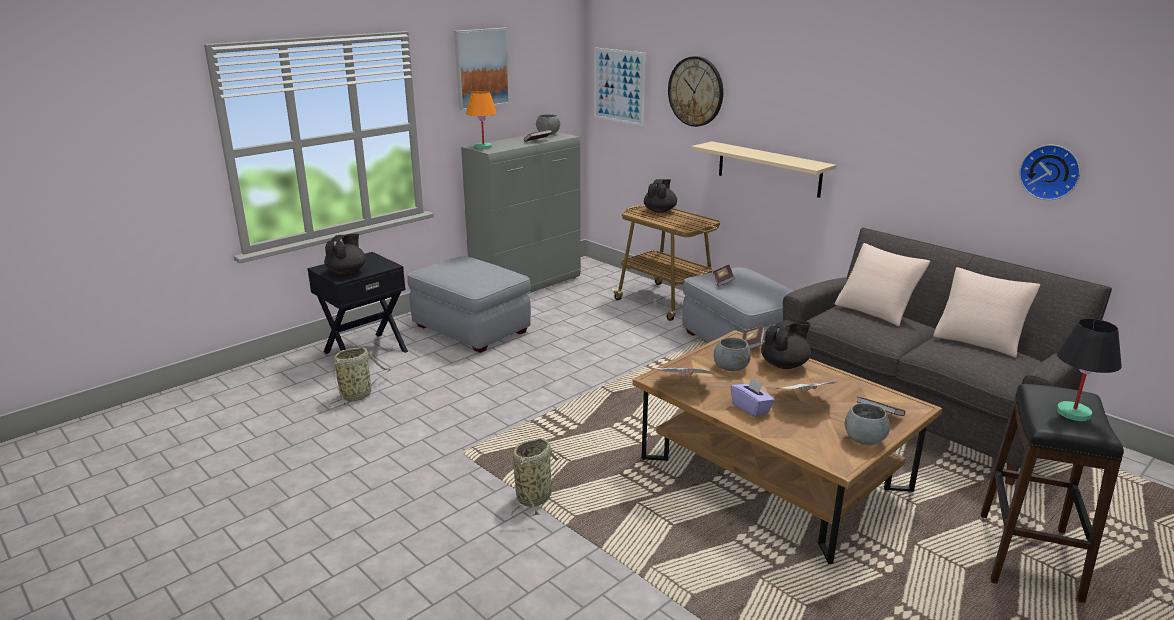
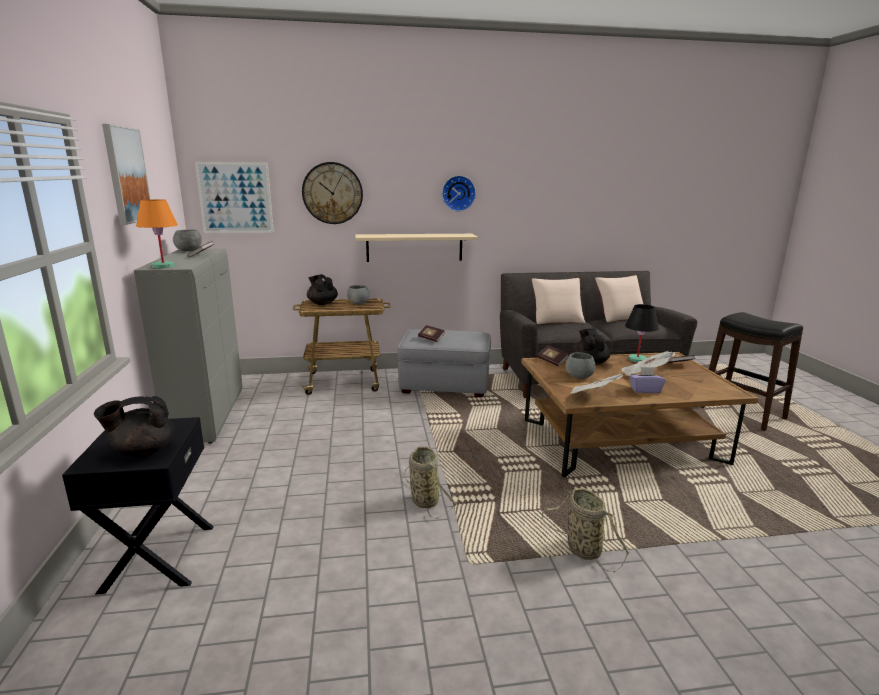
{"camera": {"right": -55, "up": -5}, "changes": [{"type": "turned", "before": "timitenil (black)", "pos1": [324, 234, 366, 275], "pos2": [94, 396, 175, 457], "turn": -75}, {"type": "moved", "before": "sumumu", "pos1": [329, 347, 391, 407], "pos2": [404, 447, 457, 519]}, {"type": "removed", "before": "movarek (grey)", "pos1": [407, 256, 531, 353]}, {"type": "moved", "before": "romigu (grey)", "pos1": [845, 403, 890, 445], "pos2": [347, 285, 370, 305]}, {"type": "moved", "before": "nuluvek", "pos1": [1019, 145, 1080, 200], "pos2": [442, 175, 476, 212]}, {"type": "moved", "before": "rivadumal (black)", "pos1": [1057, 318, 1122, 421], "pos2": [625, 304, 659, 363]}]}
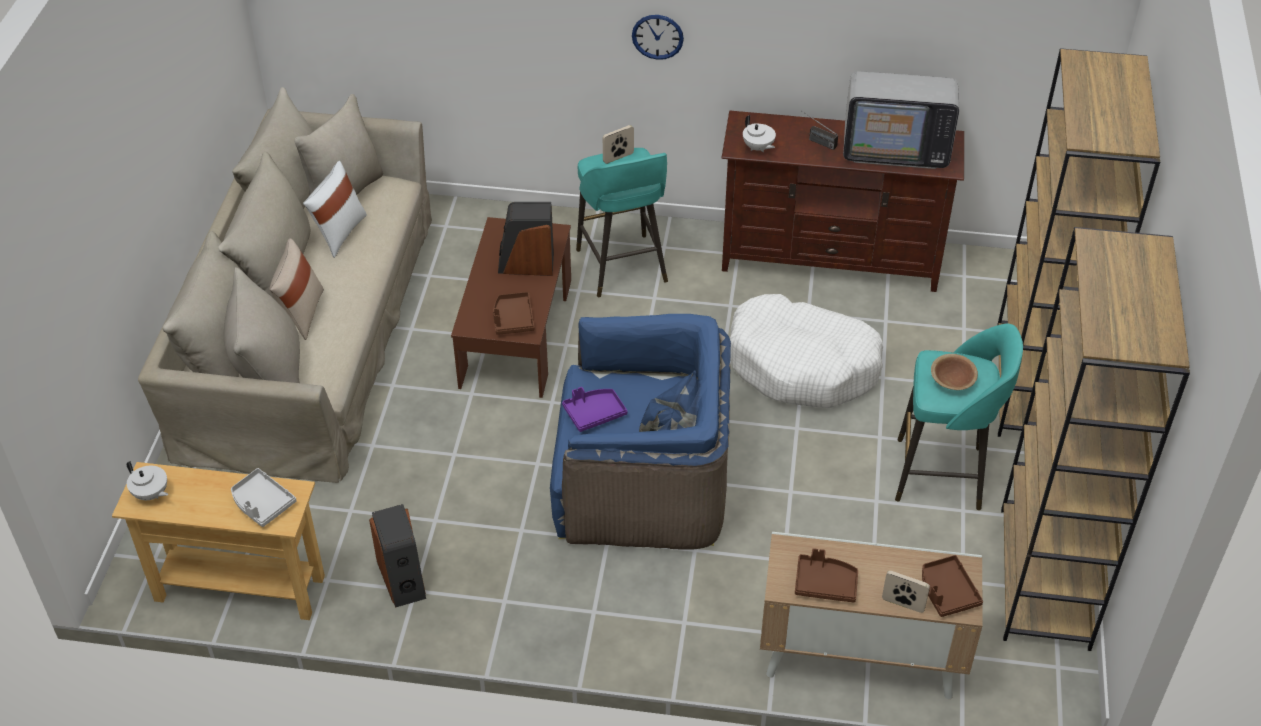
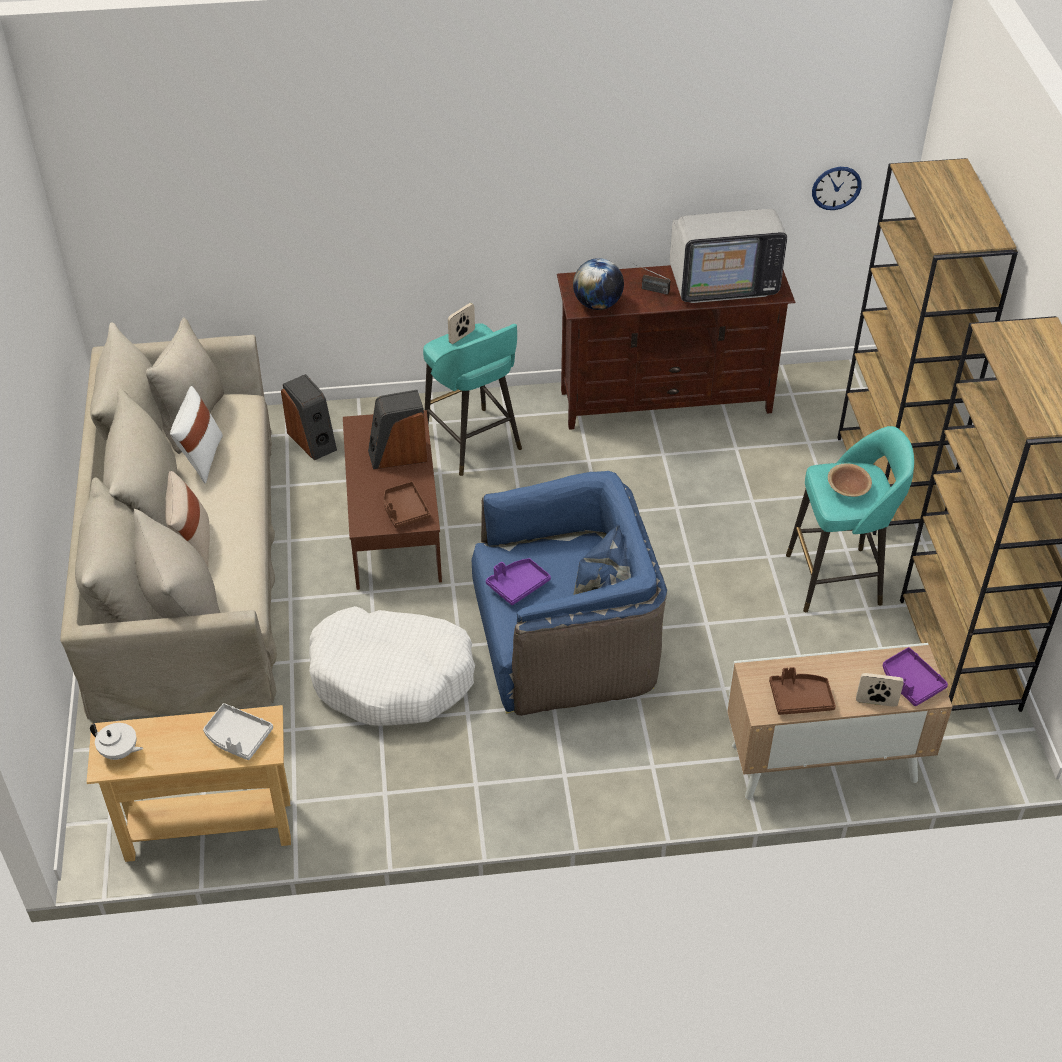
{"camera": {"right": -15, "up": 0}, "changes": [{"type": "moved", "before": "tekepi", "pos1": [369, 504, 426, 608], "pos2": [281, 374, 337, 461]}, {"type": "moved", "before": "nuluvek", "pos1": [632, 15, 684, 60], "pos2": [812, 167, 862, 210]}, {"type": "moved", "before": "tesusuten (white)", "pos1": [730, 294, 883, 408], "pos2": [309, 606, 475, 726]}, {"type": "replaced", "before": "timitenil (white)", "after": "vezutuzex", "pos1": [743, 115, 776, 152], "pos2": [573, 258, 624, 310]}, {"type": "recoloured", "before": "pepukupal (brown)", "after": "pepukupal (purple)", "pos1": [922, 555, 983, 617], "pos2": [883, 647, 948, 706]}]}
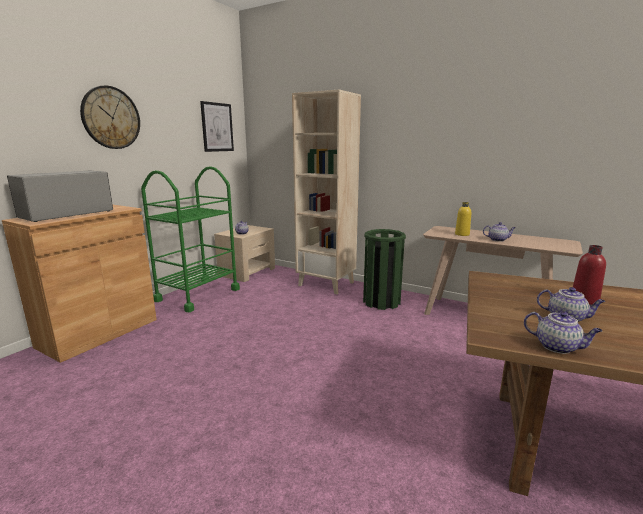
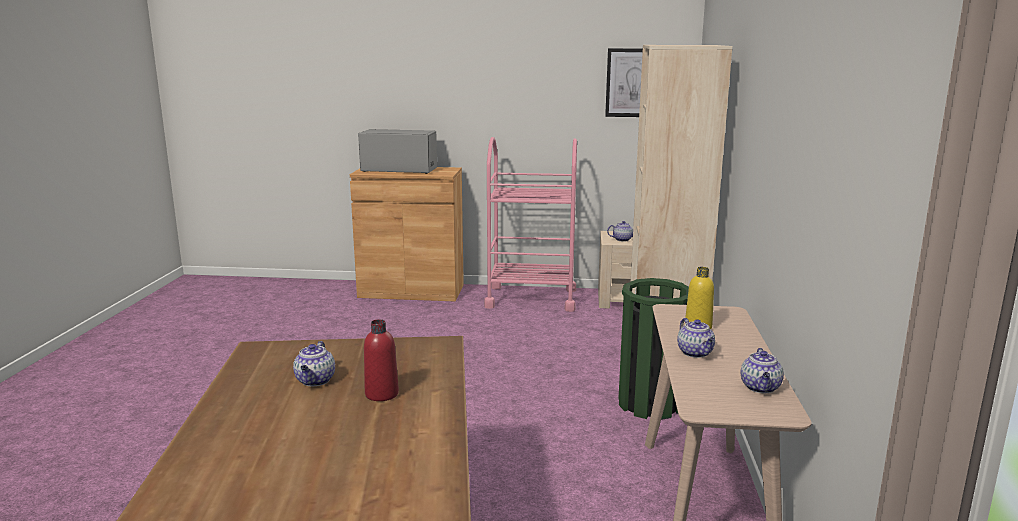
{"camera": {"right": 65, "up": 0}, "changes": [{"type": "removed", "before": "nuluvek", "pos1": [80, 86, 140, 149]}, {"type": "recoloured", "before": "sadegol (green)", "after": "sadegol (pink)", "pos1": [141, 166, 240, 312], "pos2": [484, 137, 577, 312]}, {"type": "moved", "before": "timitenil", "pos1": [524, 311, 602, 354], "pos2": [741, 348, 784, 393]}]}
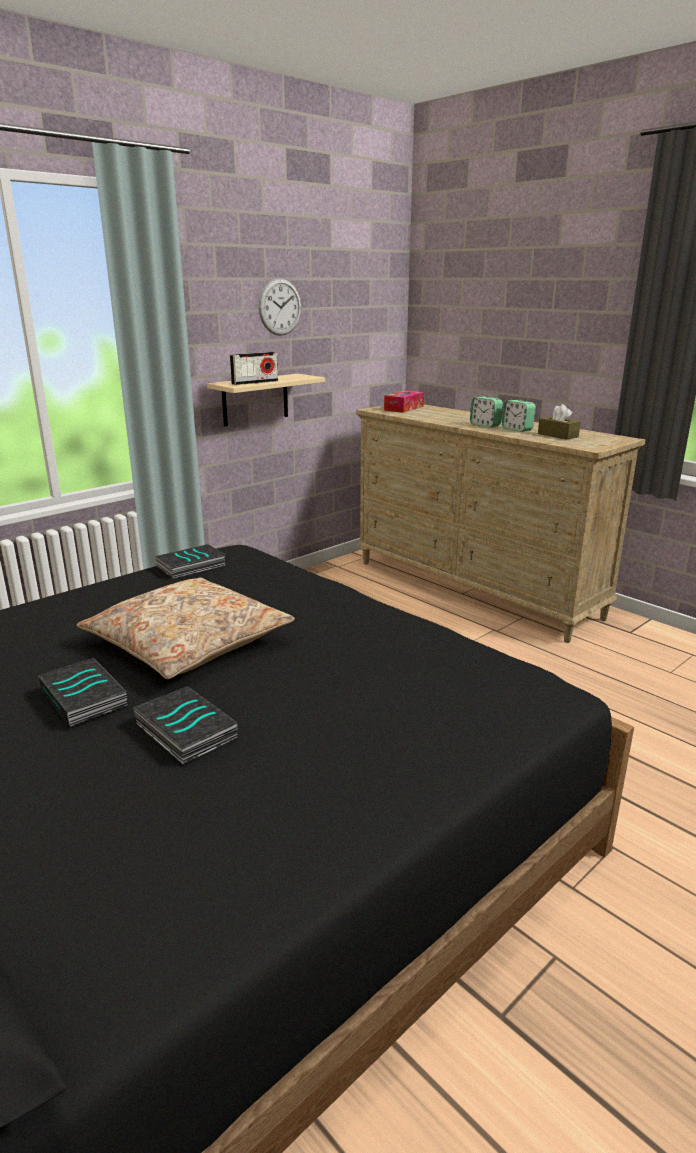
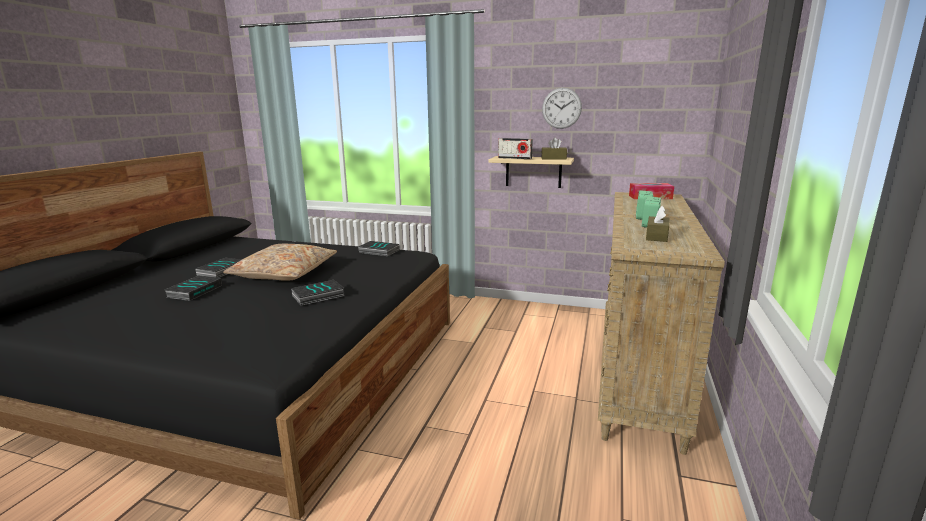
{"camera": {"right": 60, "up": -5}, "changes": [{"type": "added", "after": "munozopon", "pos2": [291, 280, 344, 306]}, {"type": "added", "after": "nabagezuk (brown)", "pos2": [541, 138, 567, 159]}]}
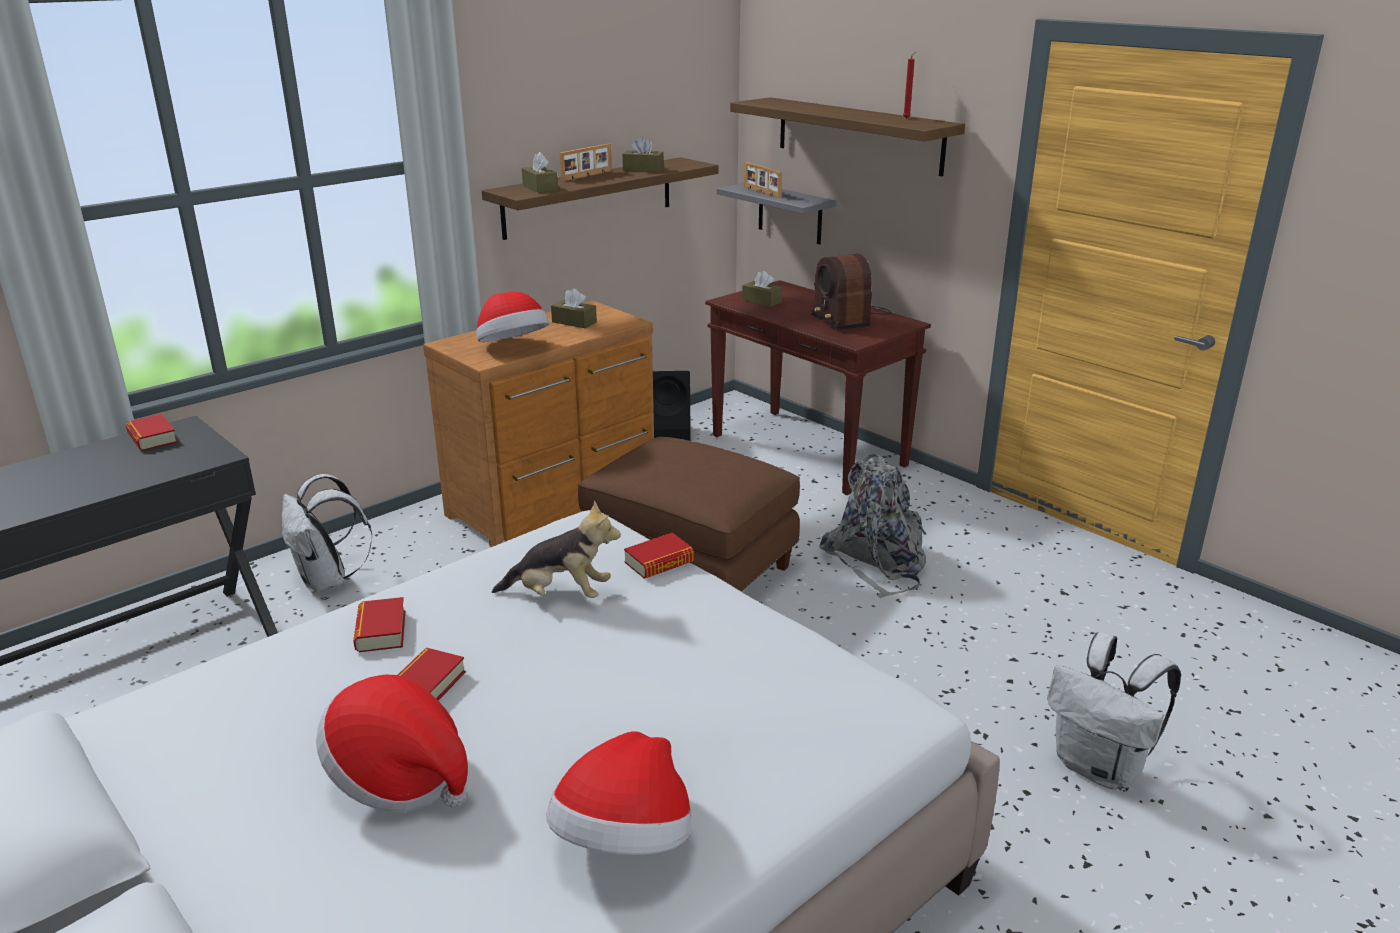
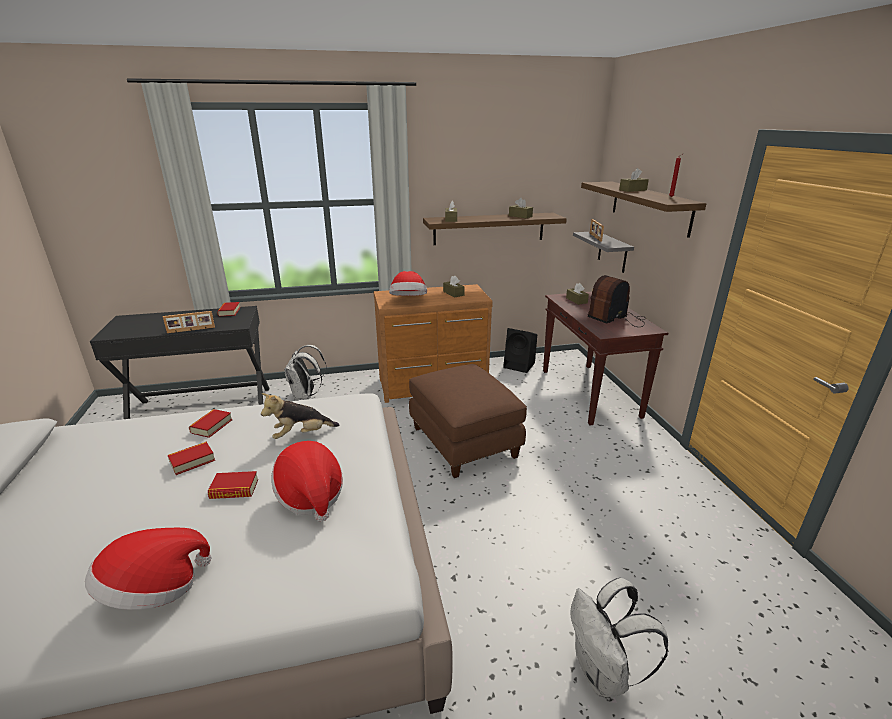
{"camera": {"right": 30, "up": 0}, "changes": [{"type": "moved", "before": "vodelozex", "pos1": [316, 674, 468, 812], "pos2": [271, 441, 343, 522]}, {"type": "turned", "before": "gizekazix", "pos1": [492, 500, 621, 598], "pos2": [261, 393, 340, 439], "turn": 120}, {"type": "moved", "before": "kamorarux", "pos1": [560, 144, 612, 181], "pos2": [163, 311, 215, 333]}, {"type": "moved", "before": "munozopon", "pos1": [624, 533, 695, 579], "pos2": [208, 471, 258, 499]}, {"type": "turned", "before": "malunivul", "pos1": [811, 254, 891, 330], "pos2": [587, 275, 646, 327], "turn": 45}, {"type": "removed", "before": "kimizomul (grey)", "pos1": [819, 454, 927, 598]}, {"type": "added", "after": "nabagezuk (brown)", "pos2": [619, 168, 649, 192]}]}
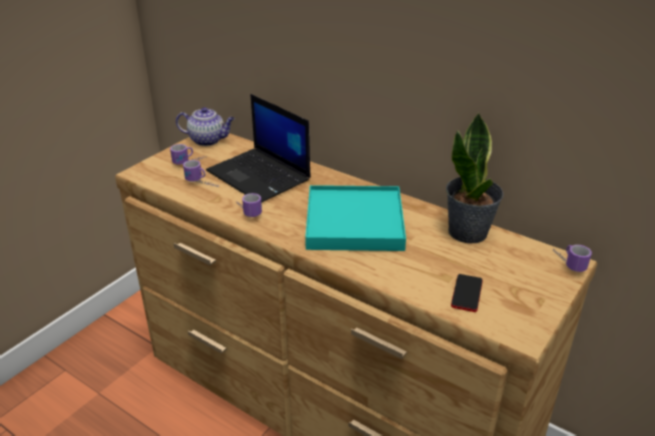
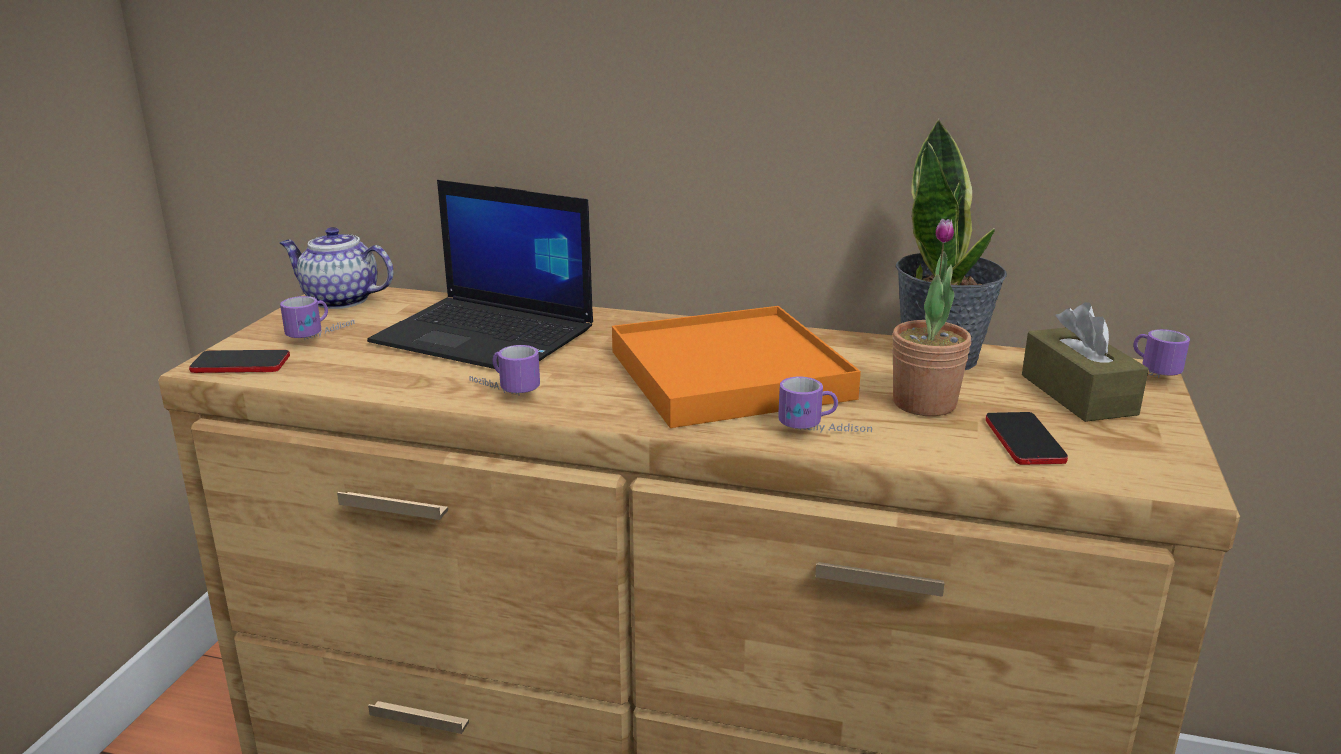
{"camera": {"right": -20, "up": -10}, "changes": [{"type": "turned", "before": "timitenil", "pos1": [176, 107, 235, 146], "pos2": [279, 227, 393, 309], "turn": -150}, {"type": "moved", "before": "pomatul", "pos1": [183, 160, 219, 187], "pos2": [778, 376, 872, 432]}, {"type": "recoloured", "before": "pepukupal (turquoise)", "after": "pepukupal (orange)", "pos1": [305, 185, 406, 251], "pos2": [612, 306, 861, 428]}, {"type": "added", "after": "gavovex", "pos2": [189, 350, 290, 373]}, {"type": "added", "after": "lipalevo", "pos2": [892, 219, 971, 416]}, {"type": "added", "after": "nabagezuk (brown)", "pos2": [1022, 302, 1149, 422]}]}
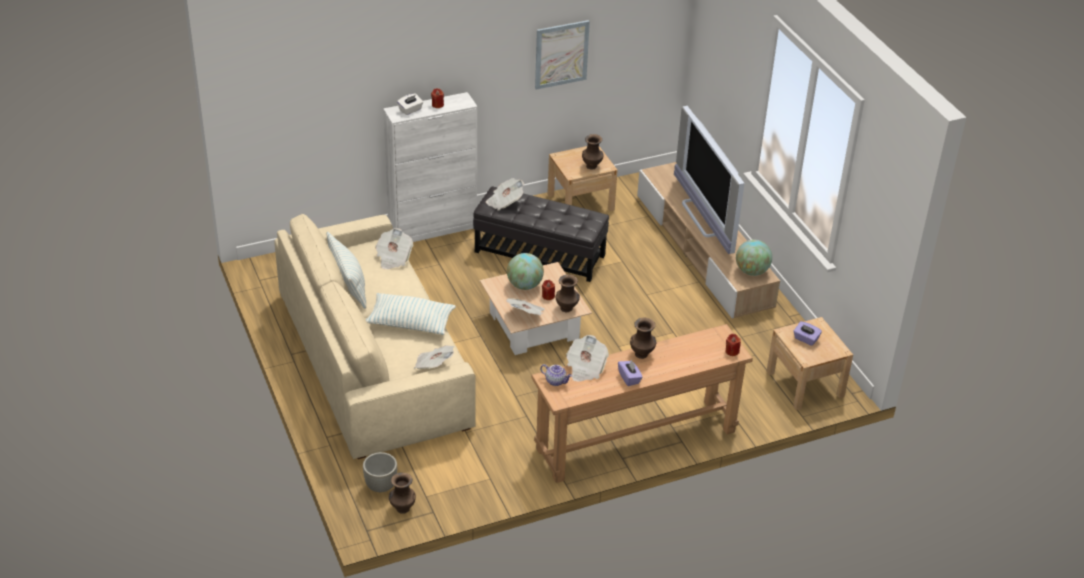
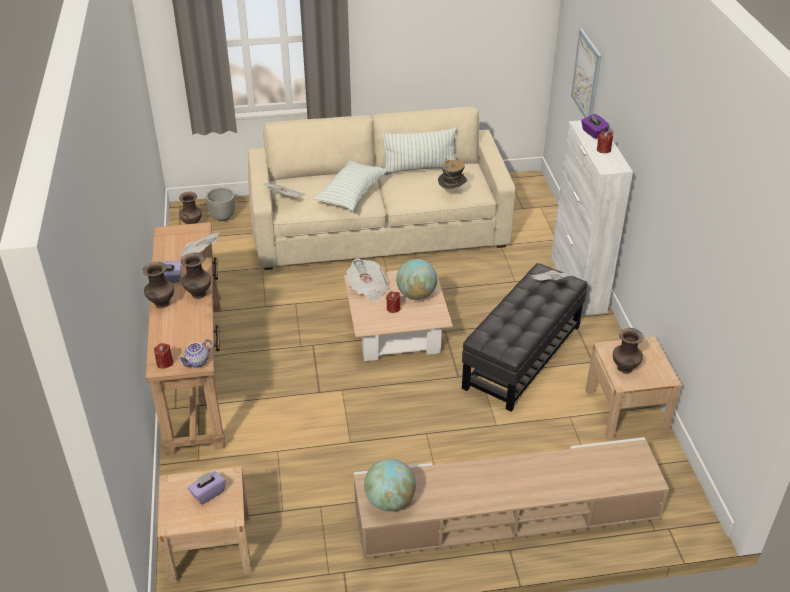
{"camera": {"right": 105, "up": 0}, "changes": [{"type": "replaced", "before": "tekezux", "after": "vodelozex", "pos1": [375, 228, 413, 269], "pos2": [438, 159, 467, 189]}, {"type": "recoloured", "before": "nabagezuk (white)", "after": "nabagezuk (purple)", "pos1": [397, 94, 423, 115], "pos2": [581, 114, 609, 139]}, {"type": "moved", "before": "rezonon", "pos1": [535, 20, 590, 90], "pos2": [571, 29, 601, 118]}, {"type": "moved", "before": "timitenil", "pos1": [540, 364, 572, 386], "pos2": [178, 339, 212, 368]}, {"type": "moved", "before": "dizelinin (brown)", "pos1": [556, 274, 580, 312], "pos2": [143, 262, 174, 308]}, {"type": "removed", "before": "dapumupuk", "pos1": [674, 106, 745, 254]}]}
